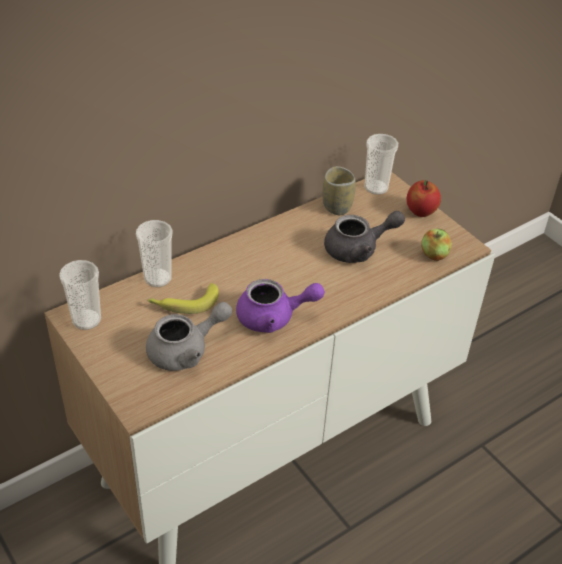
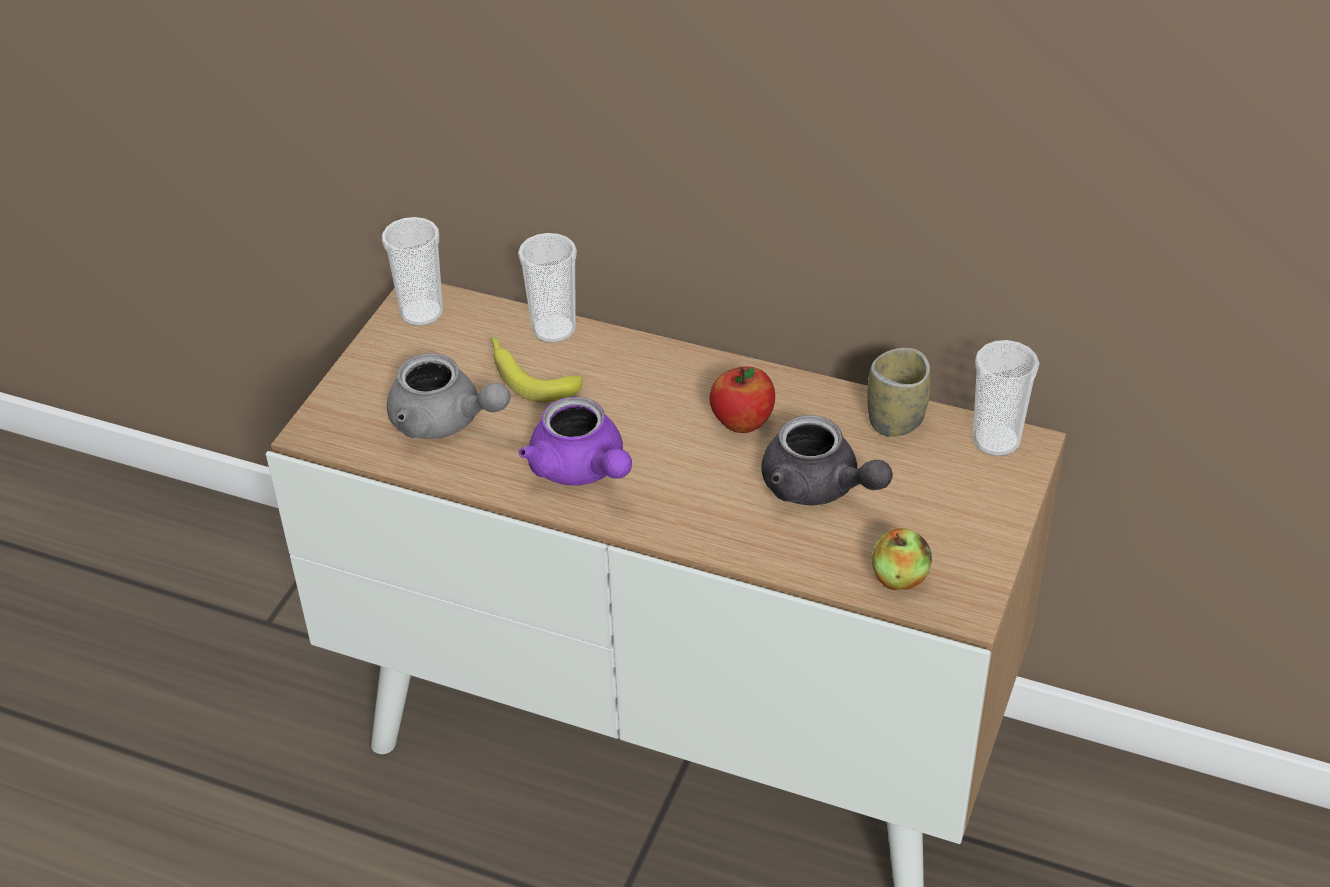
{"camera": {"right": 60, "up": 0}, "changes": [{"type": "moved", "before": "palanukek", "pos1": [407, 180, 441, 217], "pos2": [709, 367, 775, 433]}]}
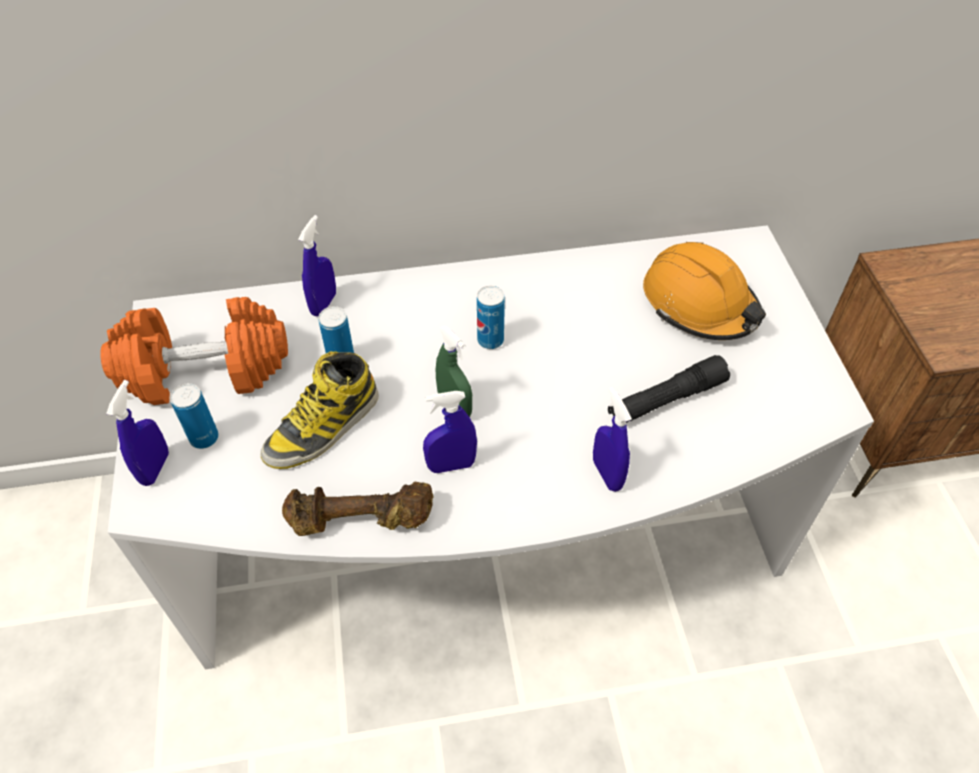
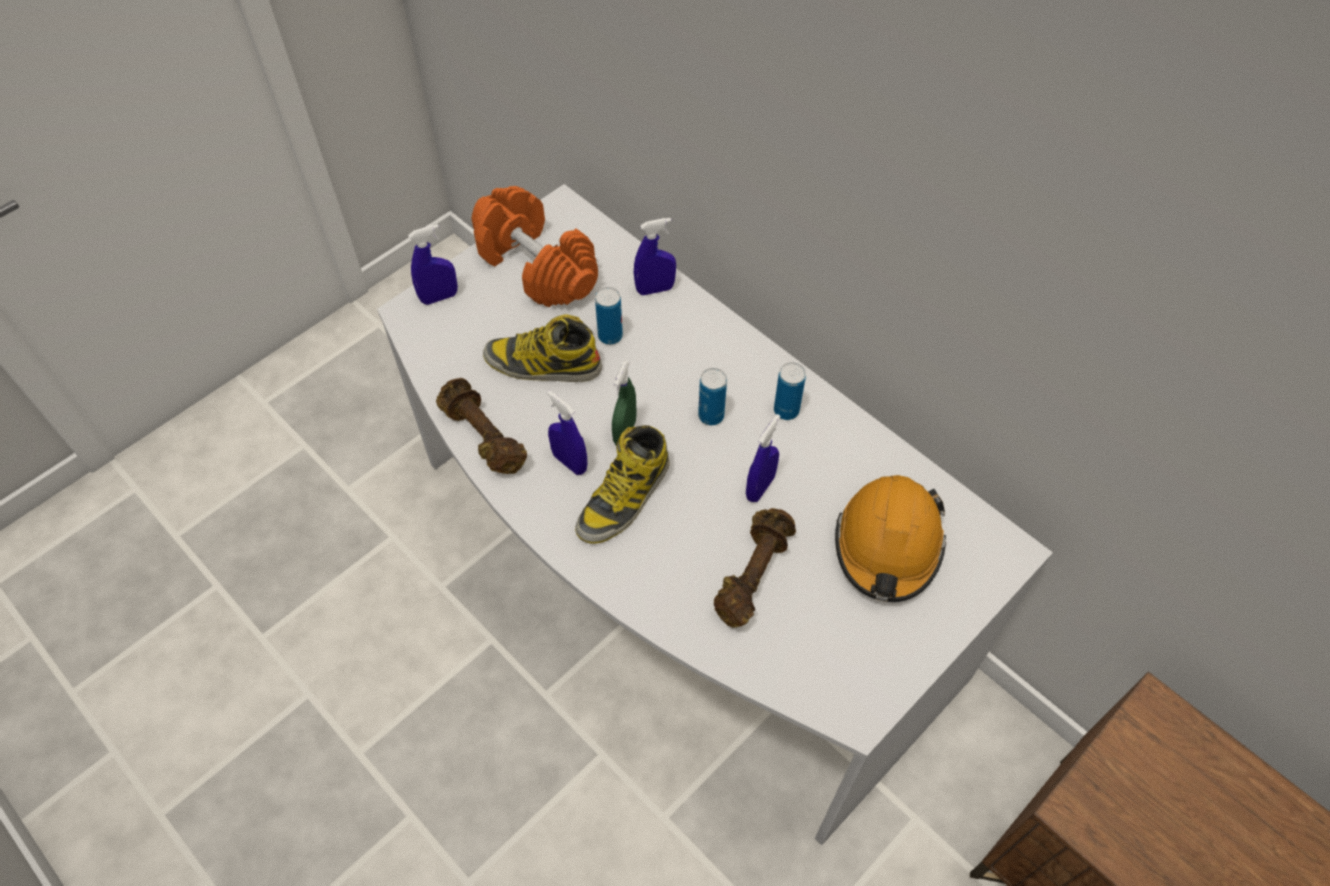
{"camera": {"right": 55, "up": 5}, "changes": [{"type": "moved", "before": "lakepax", "pos1": [170, 383, 219, 449], "pos2": [774, 362, 806, 420]}, {"type": "moved", "before": "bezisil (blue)", "pos1": [593, 387, 632, 492], "pos2": [746, 414, 780, 502]}, {"type": "replaced", "before": "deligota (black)", "after": "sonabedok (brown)", "pos1": [608, 355, 730, 423], "pos2": [714, 508, 796, 628]}, {"type": "added", "after": "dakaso", "pos2": [575, 425, 669, 544]}]}
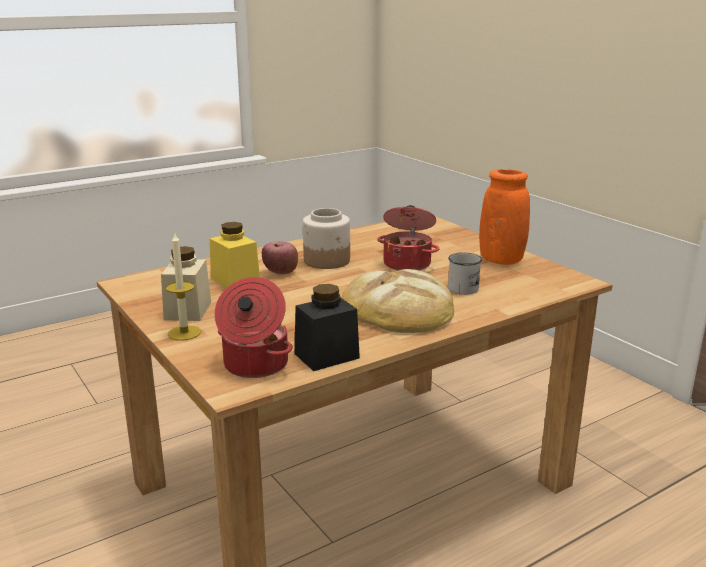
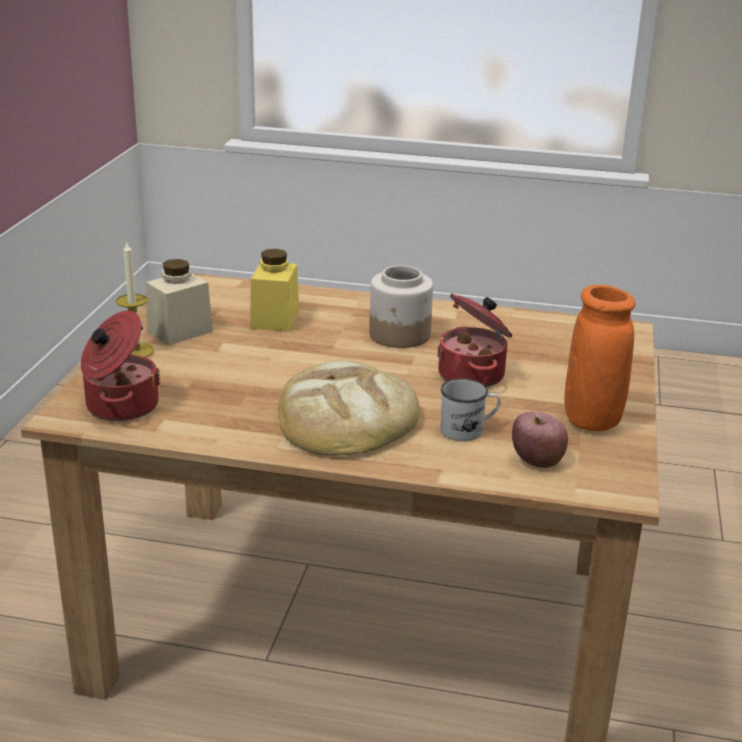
{"camera": {"right": 45, "up": 5}, "changes": [{"type": "moved", "before": "palanukek", "pos1": [262, 241, 298, 275], "pos2": [512, 412, 568, 468]}, {"type": "removed", "before": "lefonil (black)", "pos1": [295, 284, 360, 371]}]}
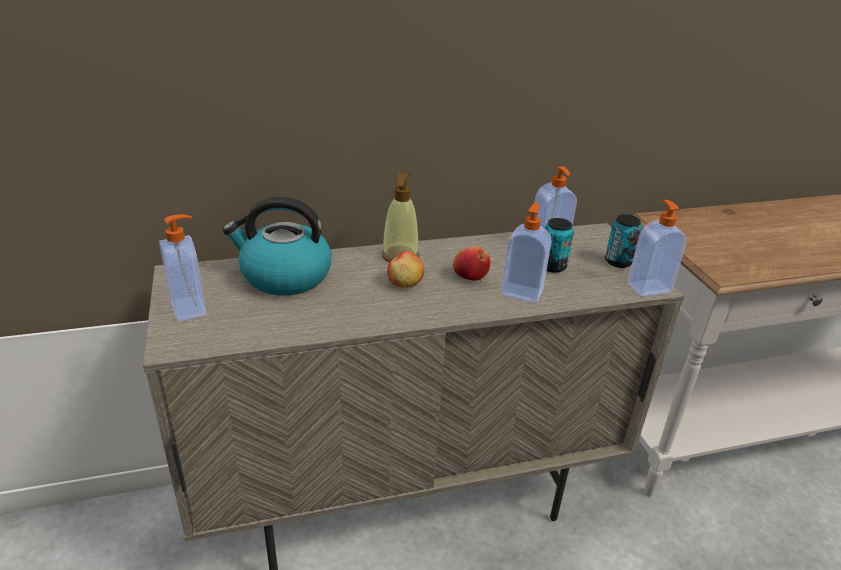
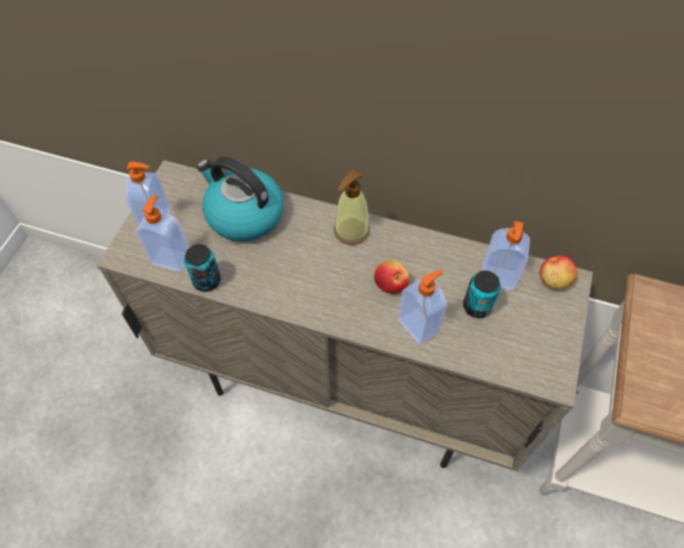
{"camera": {"right": 35, "up": 25}, "changes": [{"type": "moved", "before": "palanukek", "pos1": [387, 251, 424, 288], "pos2": [540, 255, 578, 289]}, {"type": "moved", "before": "lakepax", "pos1": [605, 214, 642, 268], "pos2": [184, 244, 221, 292]}, {"type": "moved", "before": "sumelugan", "pos1": [627, 200, 687, 296], "pos2": [136, 195, 189, 272]}]}
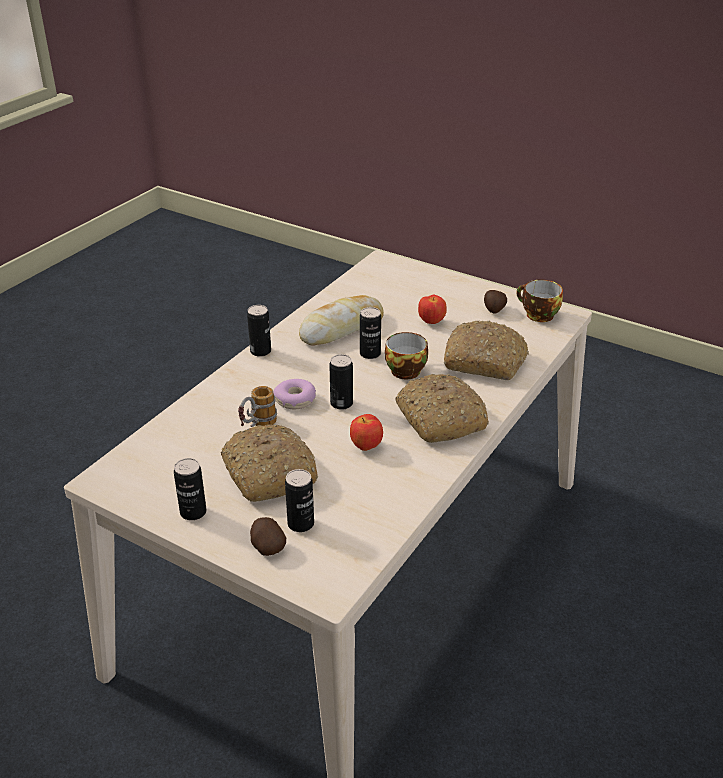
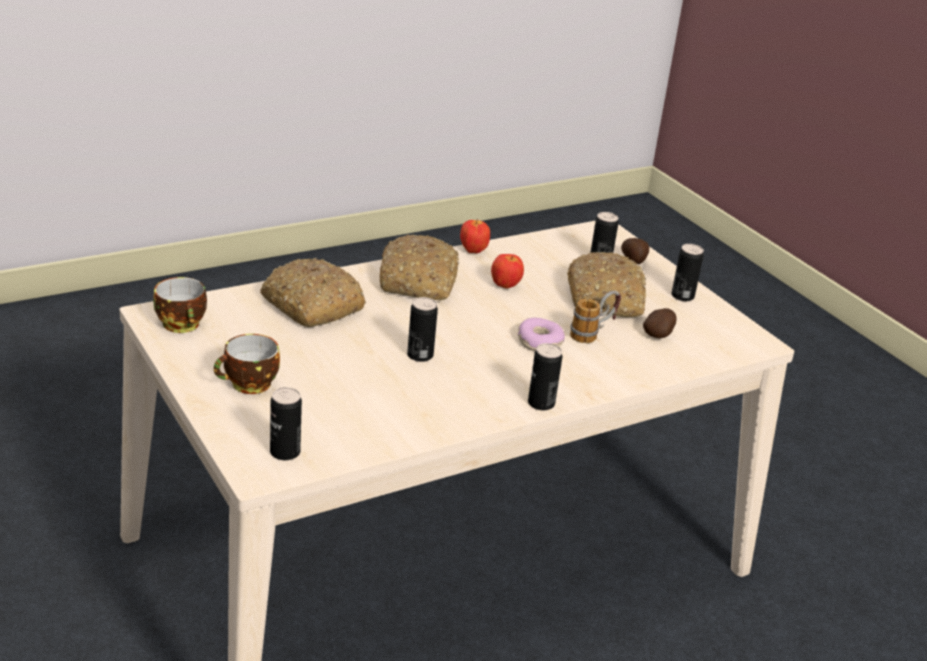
{"camera": {"right": -155, "up": -5}, "changes": [{"type": "removed", "before": "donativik", "pos1": [299, 295, 384, 346]}, {"type": "moved", "before": "lakepax", "pos1": [329, 354, 353, 410], "pos2": [270, 387, 302, 460]}, {"type": "moved", "before": "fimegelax", "pos1": [385, 332, 428, 379], "pos2": [214, 334, 280, 394]}, {"type": "moved", "before": "palanukek", "pos1": [418, 294, 447, 324], "pos2": [460, 219, 490, 253]}, {"type": "moved", "before": "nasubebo", "pos1": [484, 290, 507, 314], "pos2": [643, 308, 677, 338]}]}
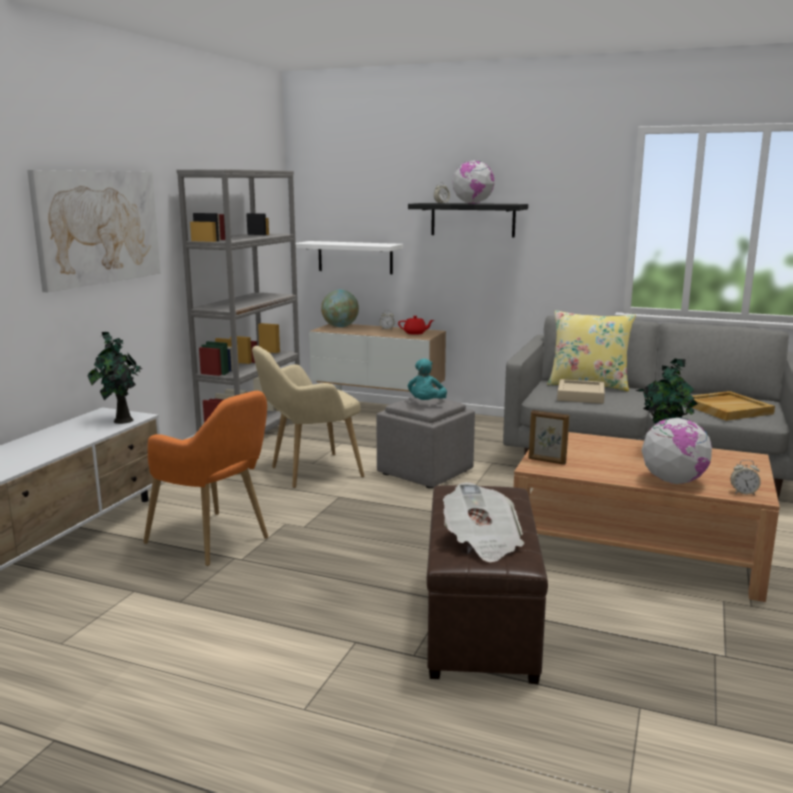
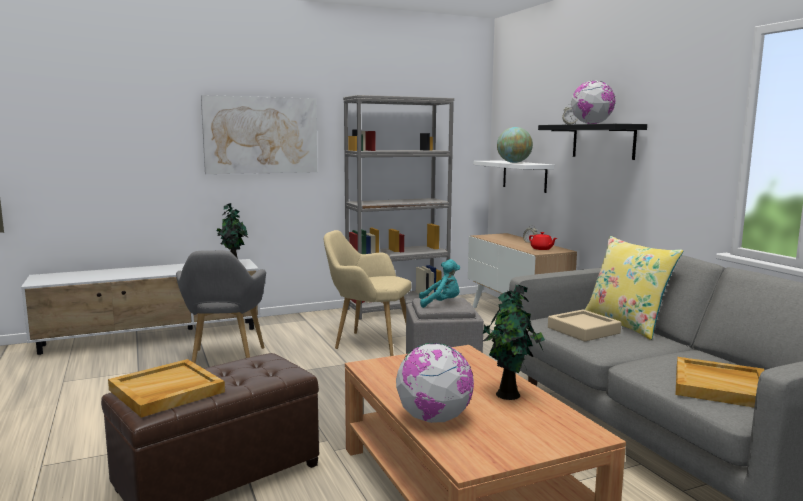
{"camera": {"right": 45, "up": -5}, "changes": [{"type": "recoloured", "before": "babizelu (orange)", "after": "babizelu (grey)", "pos1": [143, 391, 268, 566], "pos2": [176, 250, 266, 363]}, {"type": "moved", "before": "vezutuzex", "pos1": [321, 289, 359, 327], "pos2": [497, 127, 533, 163]}, {"type": "turned", "before": "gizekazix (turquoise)", "pos1": [408, 359, 447, 400], "pos2": [419, 259, 460, 308], "turn": -150}, {"type": "replaced", "before": "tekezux", "after": "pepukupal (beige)", "pos1": [443, 482, 524, 563], "pos2": [108, 359, 225, 418]}, {"type": "removed", "before": "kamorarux", "pos1": [529, 410, 569, 465]}, {"type": "removed", "before": "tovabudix", "pos1": [730, 460, 761, 495]}]}
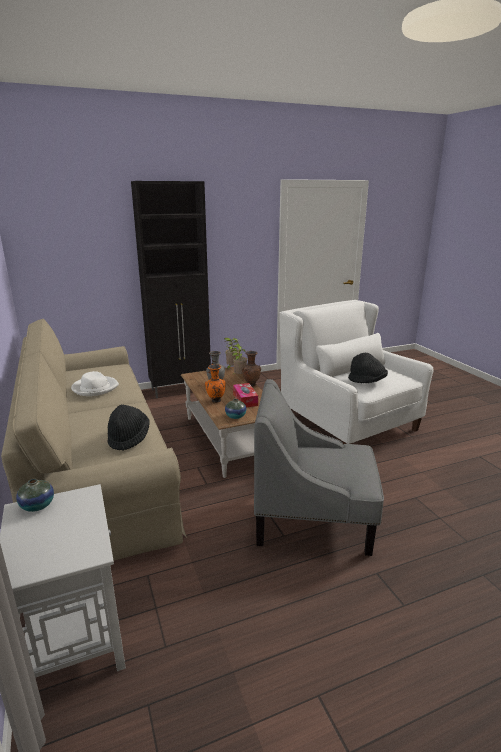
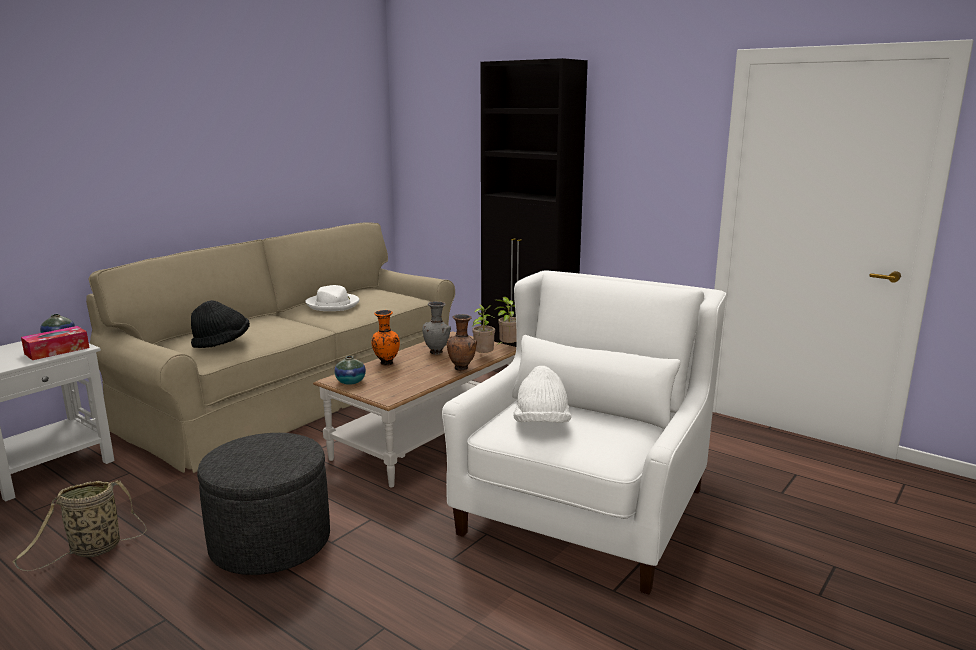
{"camera": {"right": 60, "up": -5}, "changes": [{"type": "moved", "before": "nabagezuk", "pos1": [233, 383, 258, 407], "pos2": [21, 326, 89, 360]}, {"type": "replaced", "before": "babizelu (grey)", "after": "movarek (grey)", "pos1": [254, 379, 384, 556], "pos2": [197, 433, 330, 575]}, {"type": "recoloured", "before": "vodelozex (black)", "after": "vodelozex (white)", "pos1": [348, 353, 388, 383], "pos2": [513, 366, 571, 423]}, {"type": "added", "after": "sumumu", "pos2": [13, 480, 147, 571]}]}
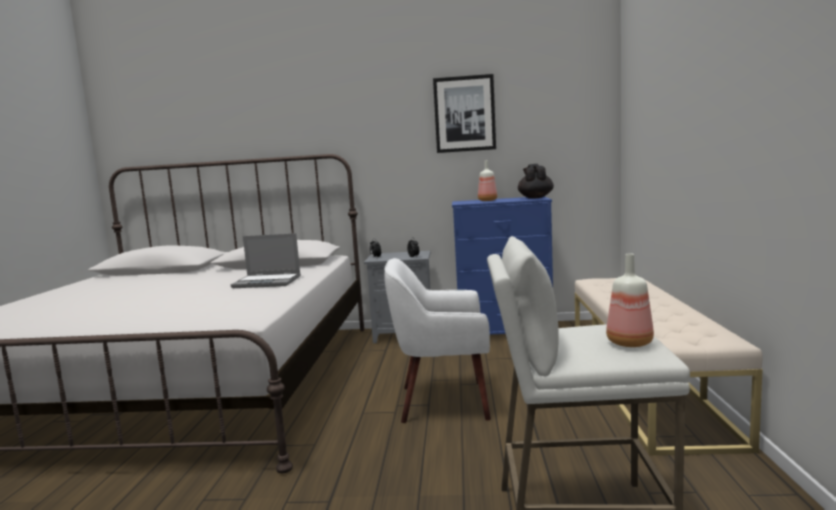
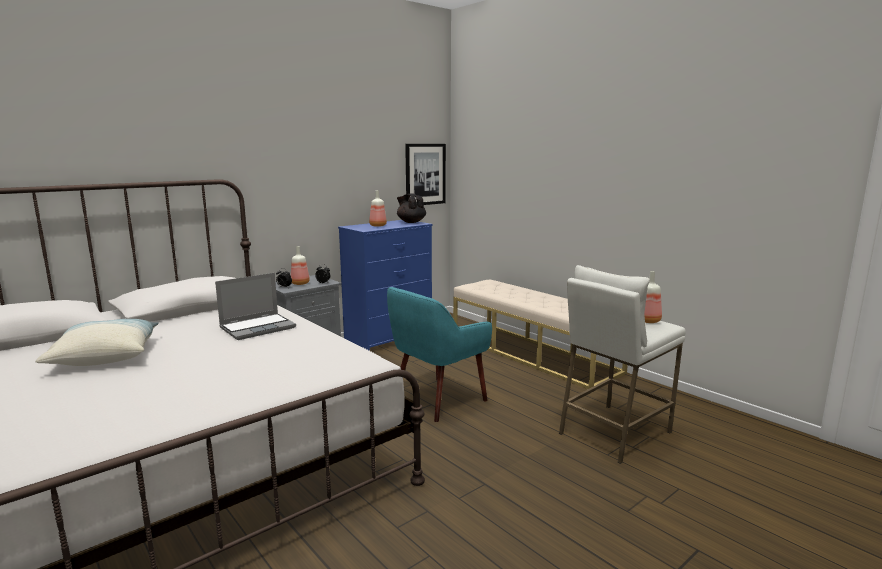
{"camera": {"right": -45, "up": 5}, "changes": [{"type": "recoloured", "before": "babizelu (white)", "after": "babizelu (turquoise)", "pos1": [384, 258, 491, 423], "pos2": [387, 287, 492, 422]}, {"type": "moved", "before": "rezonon", "pos1": [433, 74, 496, 153], "pos2": [405, 144, 446, 205]}, {"type": "added", "after": "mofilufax", "pos2": [35, 319, 159, 366]}, {"type": "added", "after": "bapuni", "pos2": [291, 246, 310, 285]}]}
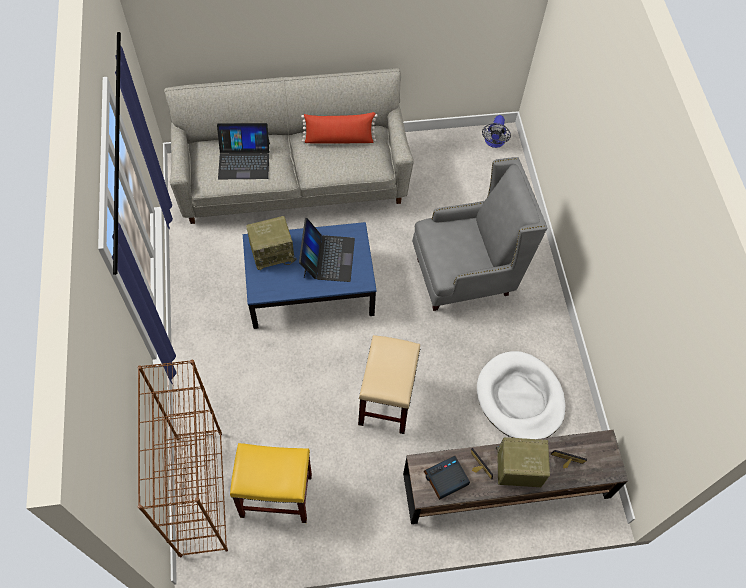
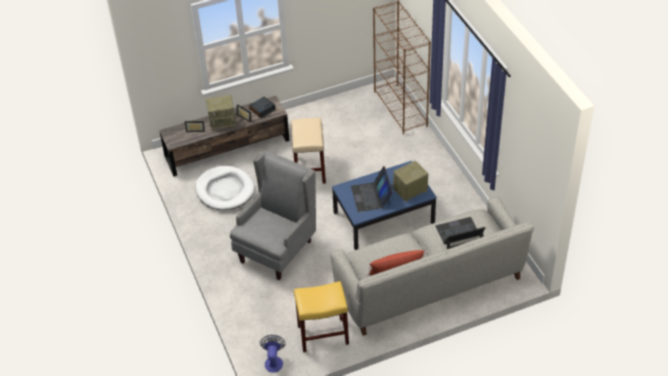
{"camera": {"right": 170, "up": -15}, "changes": [{"type": "moved", "before": "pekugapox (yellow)", "pos1": [230, 443, 312, 523], "pos2": [294, 281, 349, 352]}, {"type": "turned", "before": "babizelu (grey)", "pos1": [412, 157, 547, 311], "pos2": [230, 150, 316, 280], "turn": 150}]}
